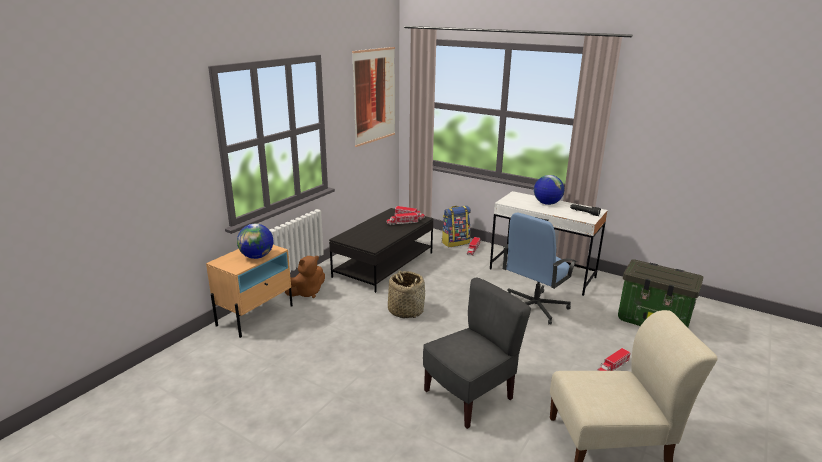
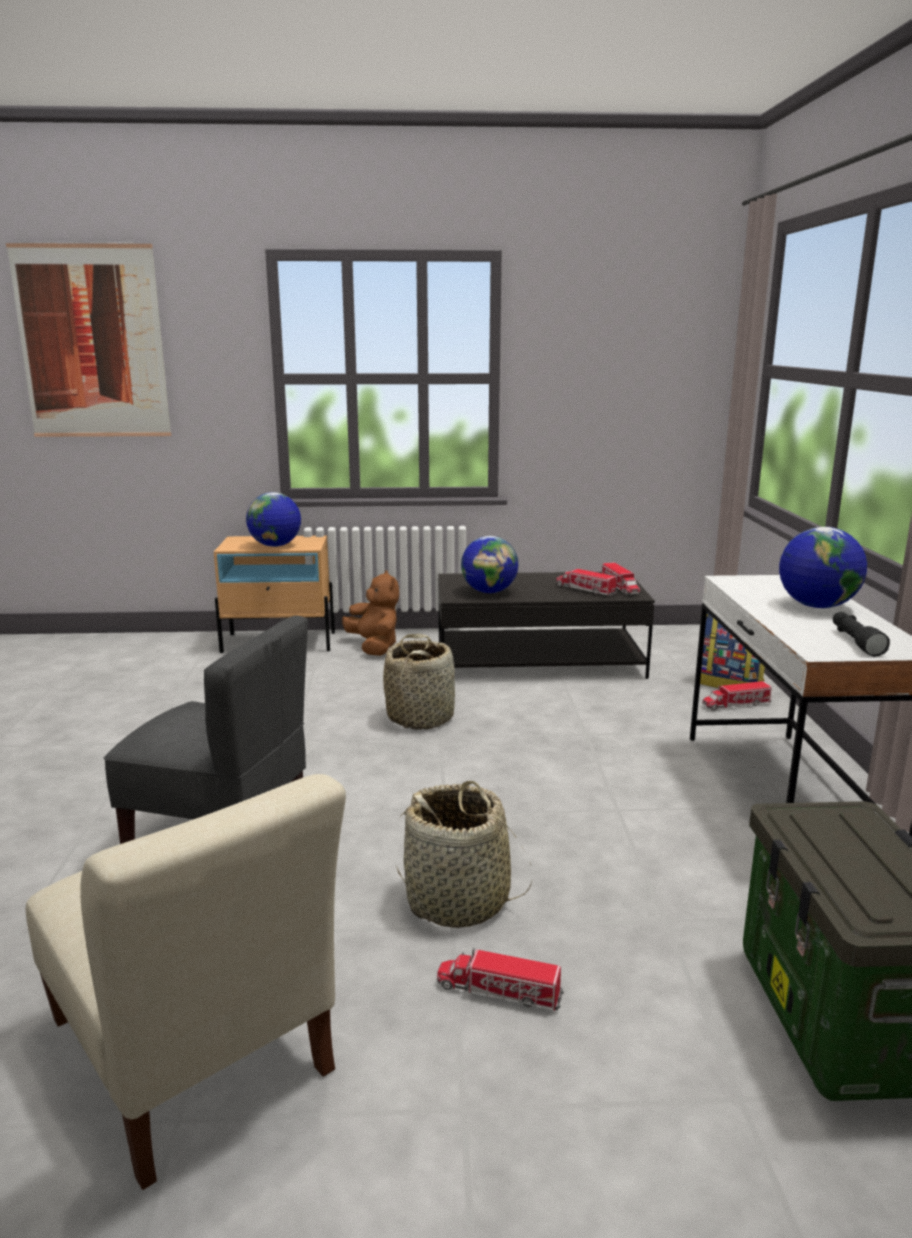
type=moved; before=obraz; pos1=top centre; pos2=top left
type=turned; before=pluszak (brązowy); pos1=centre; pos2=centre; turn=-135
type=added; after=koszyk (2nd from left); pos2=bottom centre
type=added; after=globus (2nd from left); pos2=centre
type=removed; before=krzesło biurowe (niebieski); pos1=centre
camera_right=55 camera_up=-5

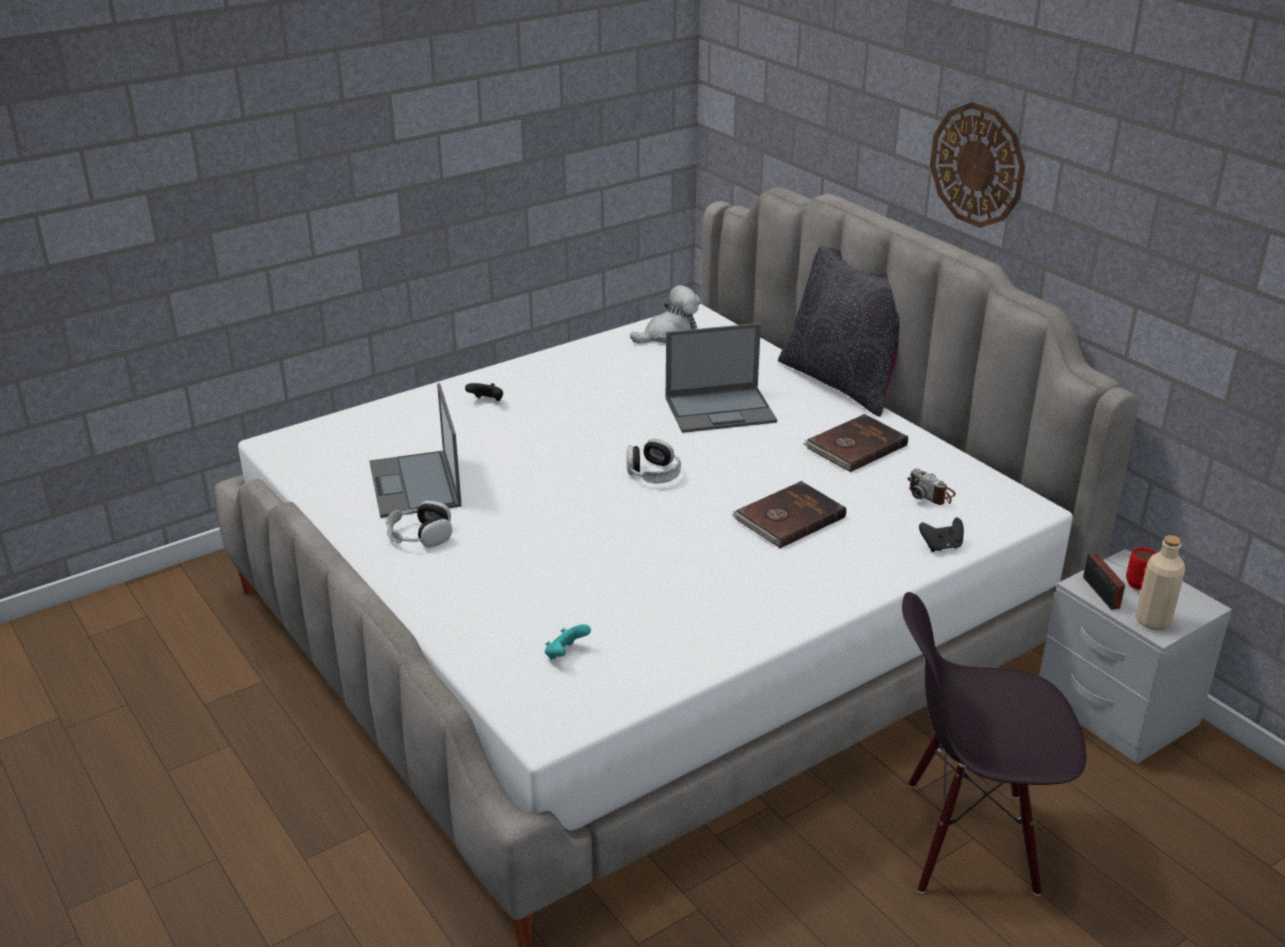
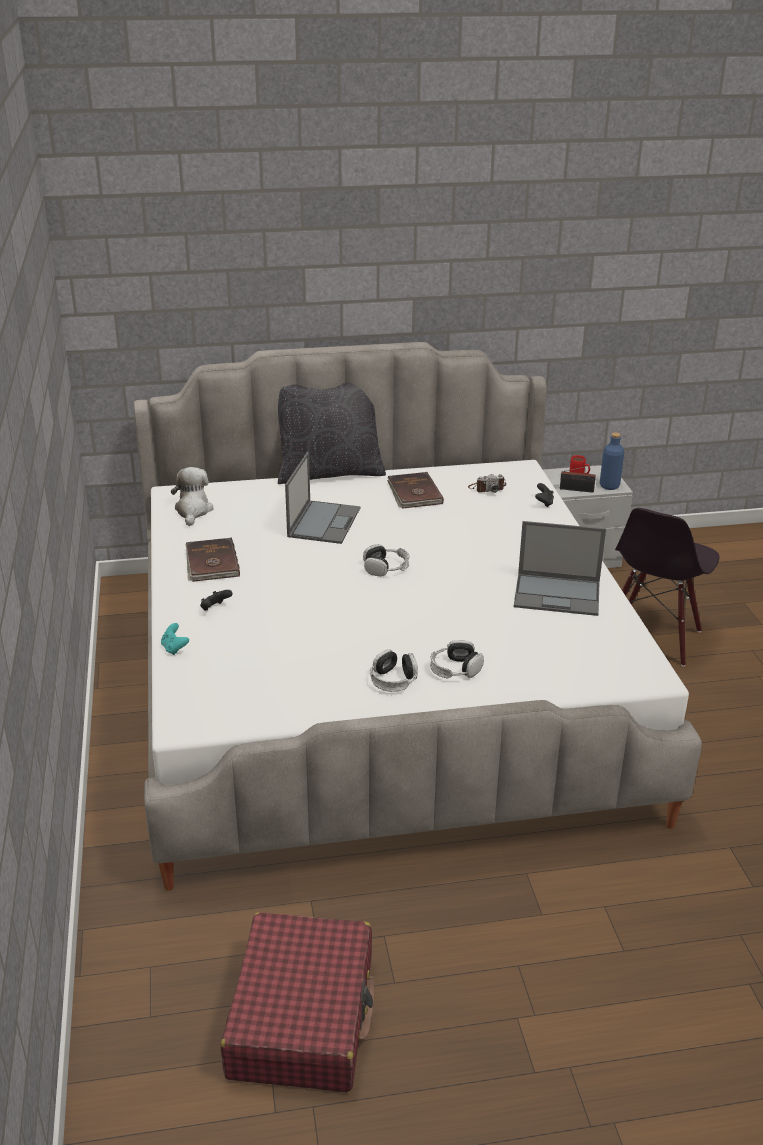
type=moved; before=pad do gier (turkusowy); pos1=bottom centre; pos2=middle left
type=moved; before=książka (brązowy) (1st from left); pos1=centre; pos2=middle left
type=added; after=walizka (czerwony); pos2=bottom centre
type=added; after=słuchawki (3rd from left); pos2=centre
type=moved; before=laptop (1st from left in the first image); after=laptop (2nd from left); pos1=middle left; pos2=middle right
type=recoloured; before=butelka (beżowy); after=butelka (niebieski); pos1=middle right; pos2=middle right
type=removed; before=zegar ścienny; pos1=top right
camera_right=-65 camera_up=0

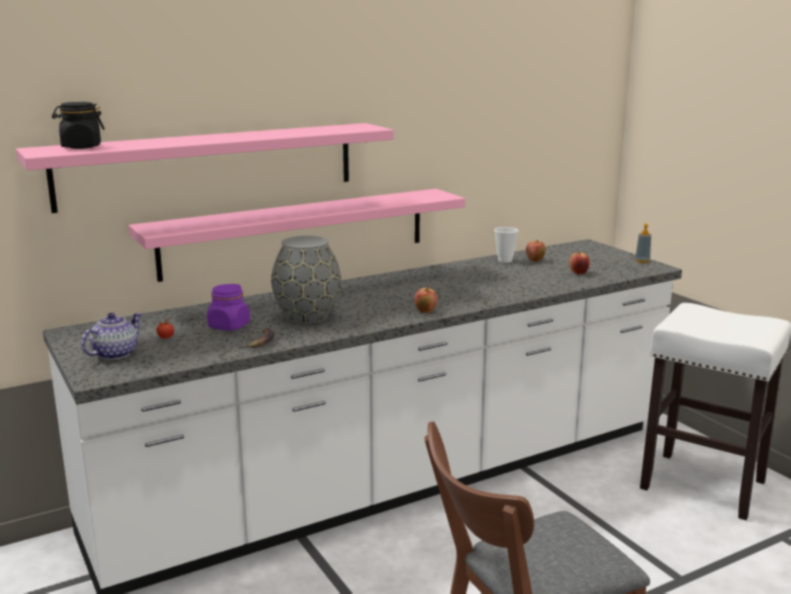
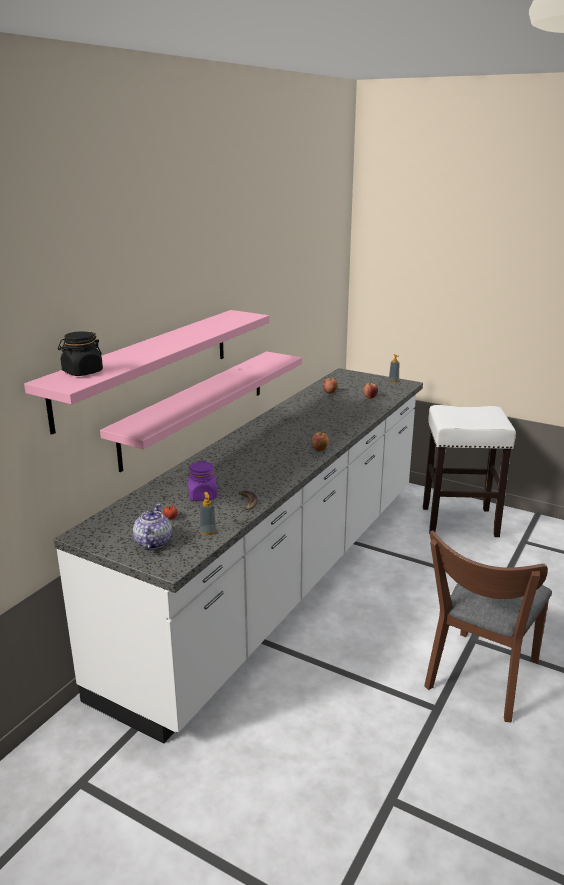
type=added; after=dozownik mydła (1st from left); pos2=centre
type=removed; before=wazon (szary); pos1=centre
type=removed; before=filiżanka; pos1=centre
camera_right=-30 camera_up=5

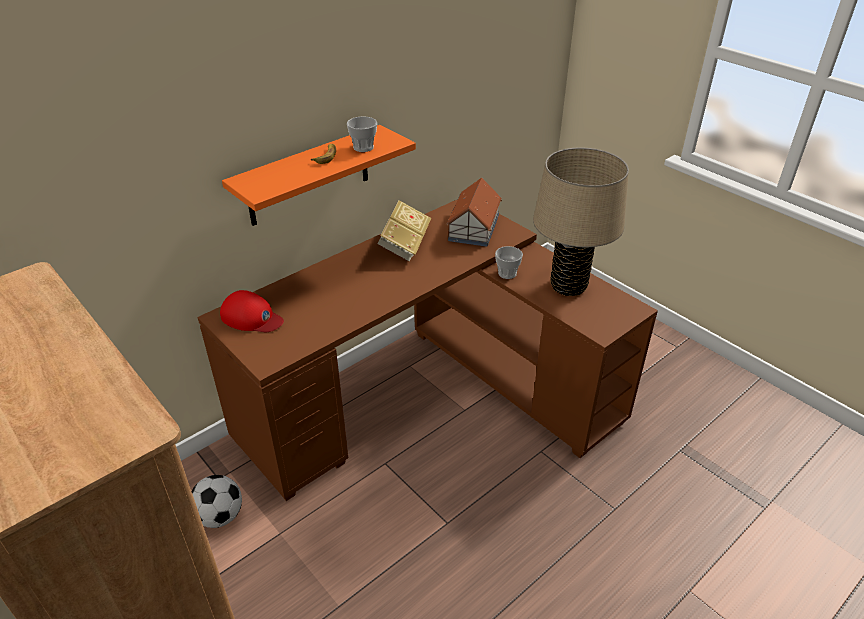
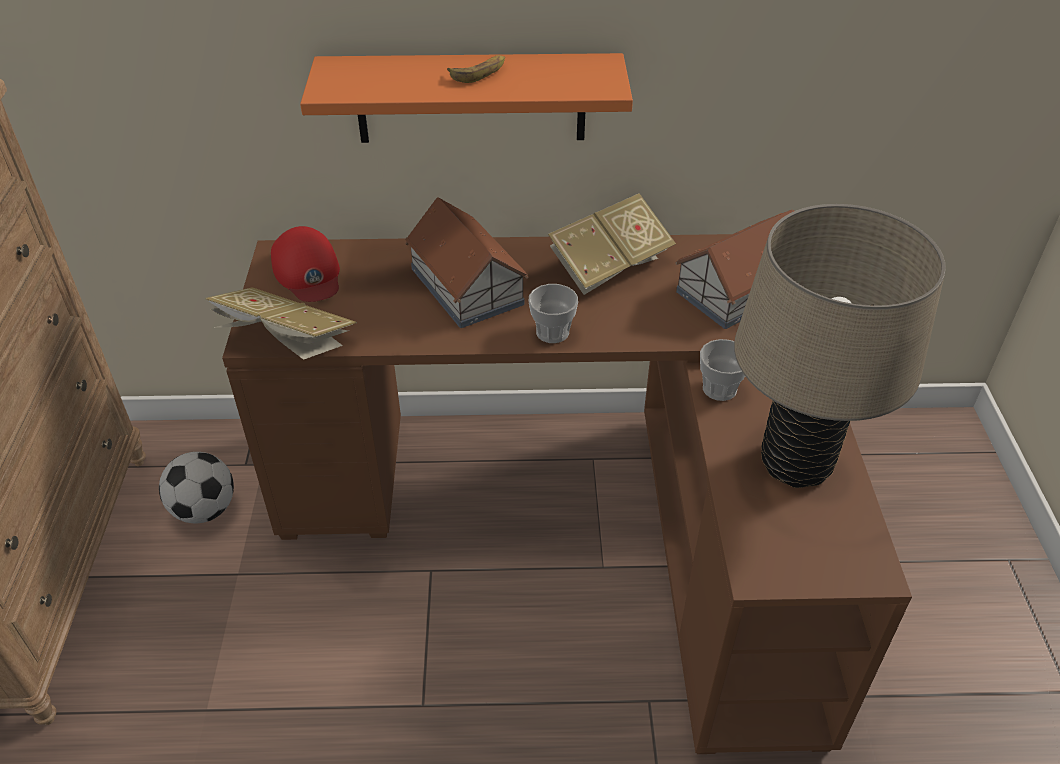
type=added; after=książka (1st from left); pos2=middle left
type=added; after=domek (1st from left); pos2=centre
type=moved; before=filiżanka (1st from left); pos1=top centre; pos2=centre
camera_right=40 camera_up=5

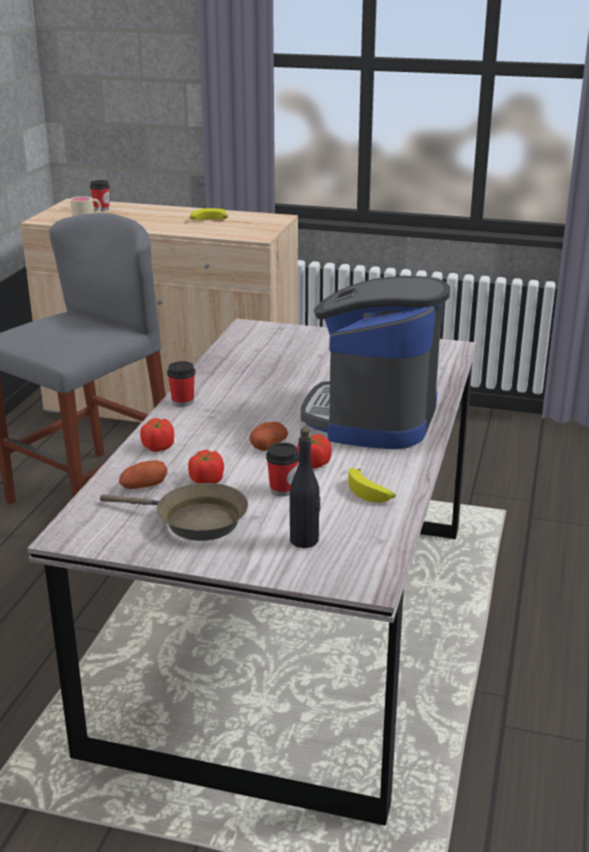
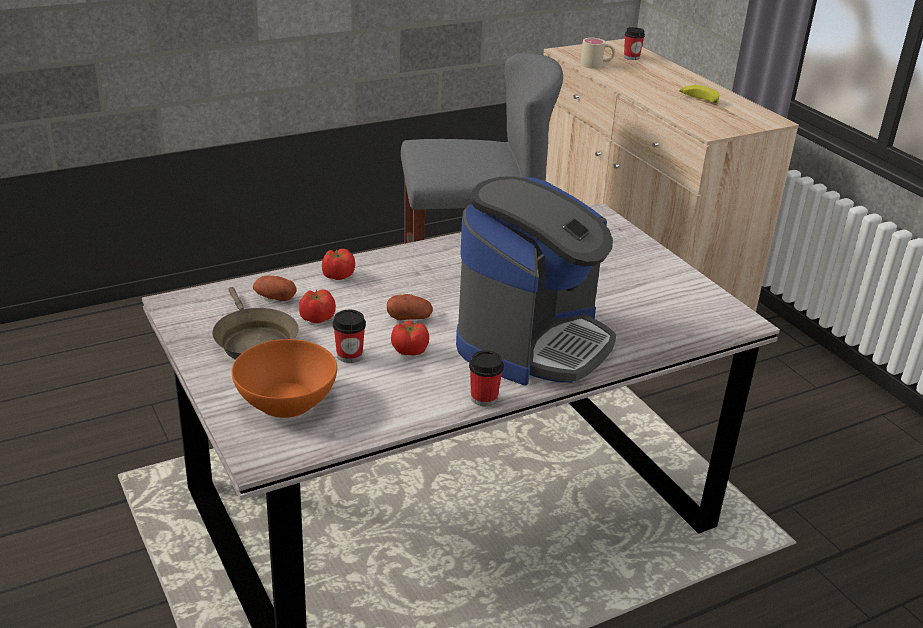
type=replaced; before=butelka (czarny); after=miska (pomarańczowy); pos1=centre; pos2=middle left
type=turned; before=ekspres do kawy; pos1=centre; pos2=centre; turn=150
type=moved; before=filiżanka (2nd from left); pos1=middle left; pos2=centre
type=removed; before=banan (2nd from left); pos1=centre
camera_right=45 camera_up=5

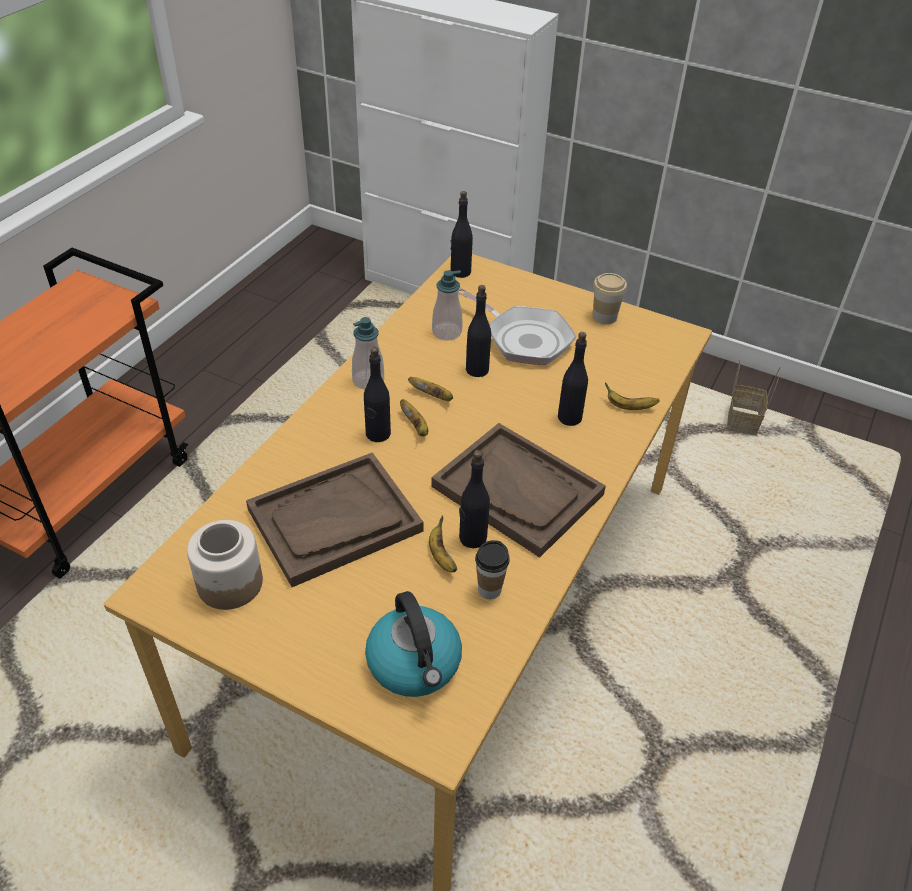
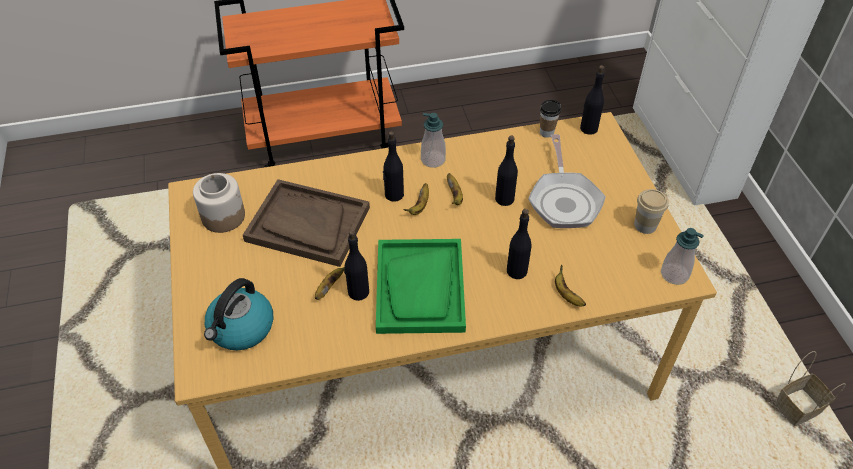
type=recoloured; before=taca (brązowy) (2nd from left); after=taca (zielony); pos1=centre; pos2=centre
type=moved; before=filiżanka (1st from left); pos1=centre; pos2=top centre
type=moved; before=dozownik mydła (2nd from left); pos1=centre; pos2=middle right
camera_right=50 camera_up=5

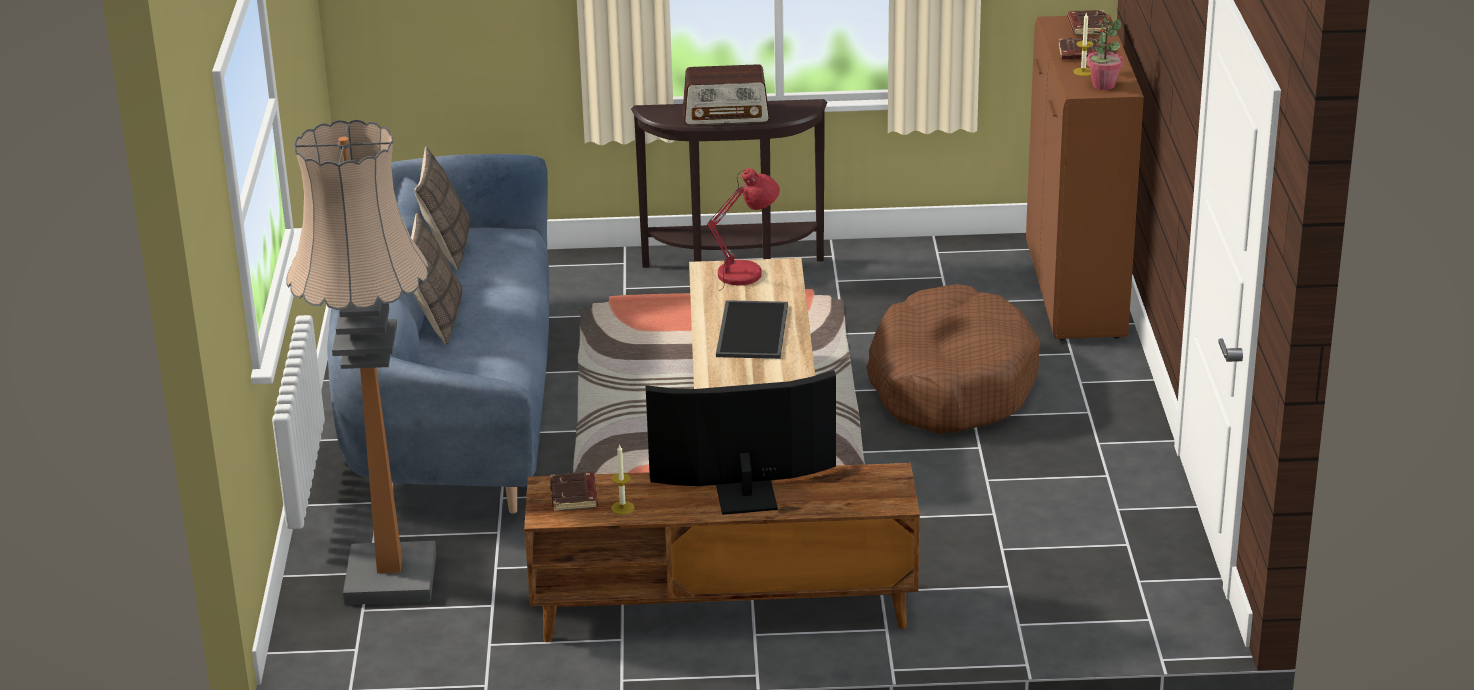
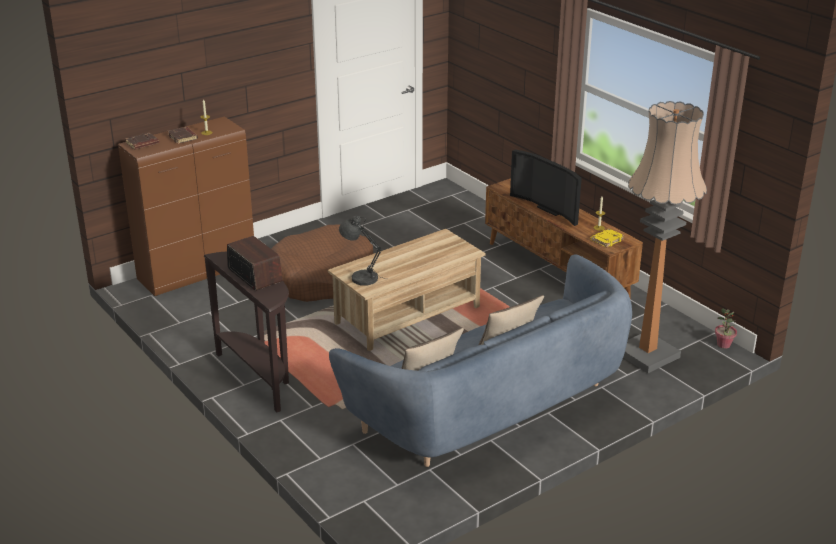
type=recoloured; before=lampa stołowa (czerwony); after=lampa stołowa (szary); pos1=top centre; pos2=centre
type=recoloured; before=książka (brązowy) (1st from left); after=książka (żółty); pos1=bottom centre; pos2=middle right
type=moved; before=roślina doniczkowa; pos1=top right; pos2=middle right
type=removed; before=taca; pos1=centre
camera_right=-125 camera_up=0

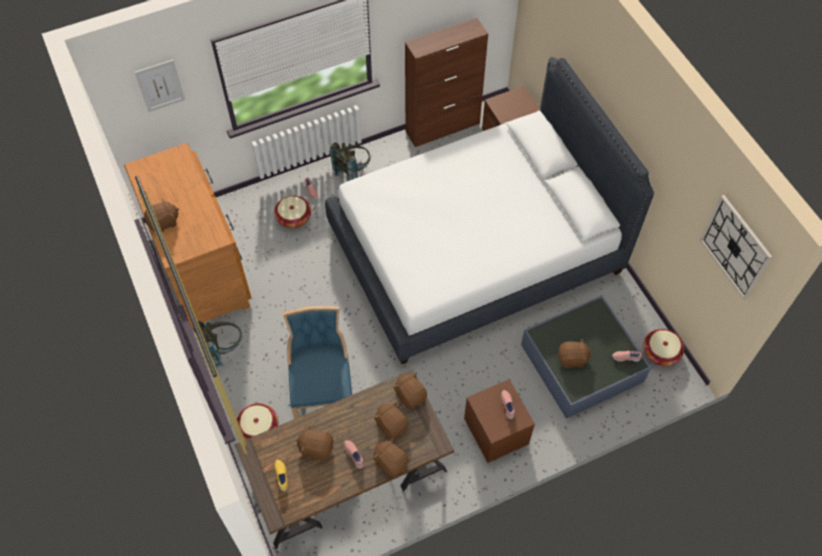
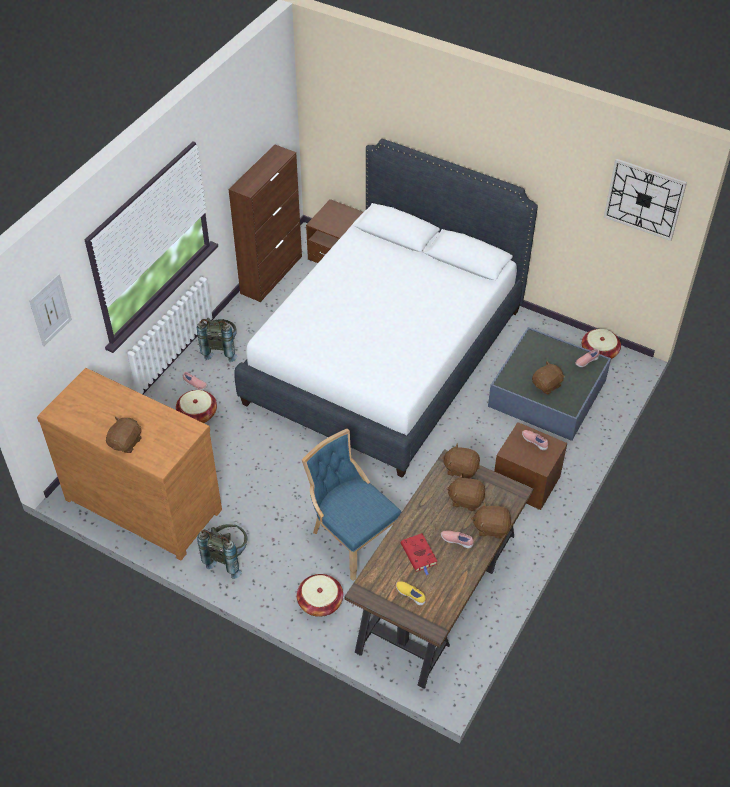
type=replaced; before=pluszak (brązowy) (2nd from left); after=książka (czerwony); pos1=bottom centre; pos2=bottom centre
camera_right=-35 camera_up=-10

